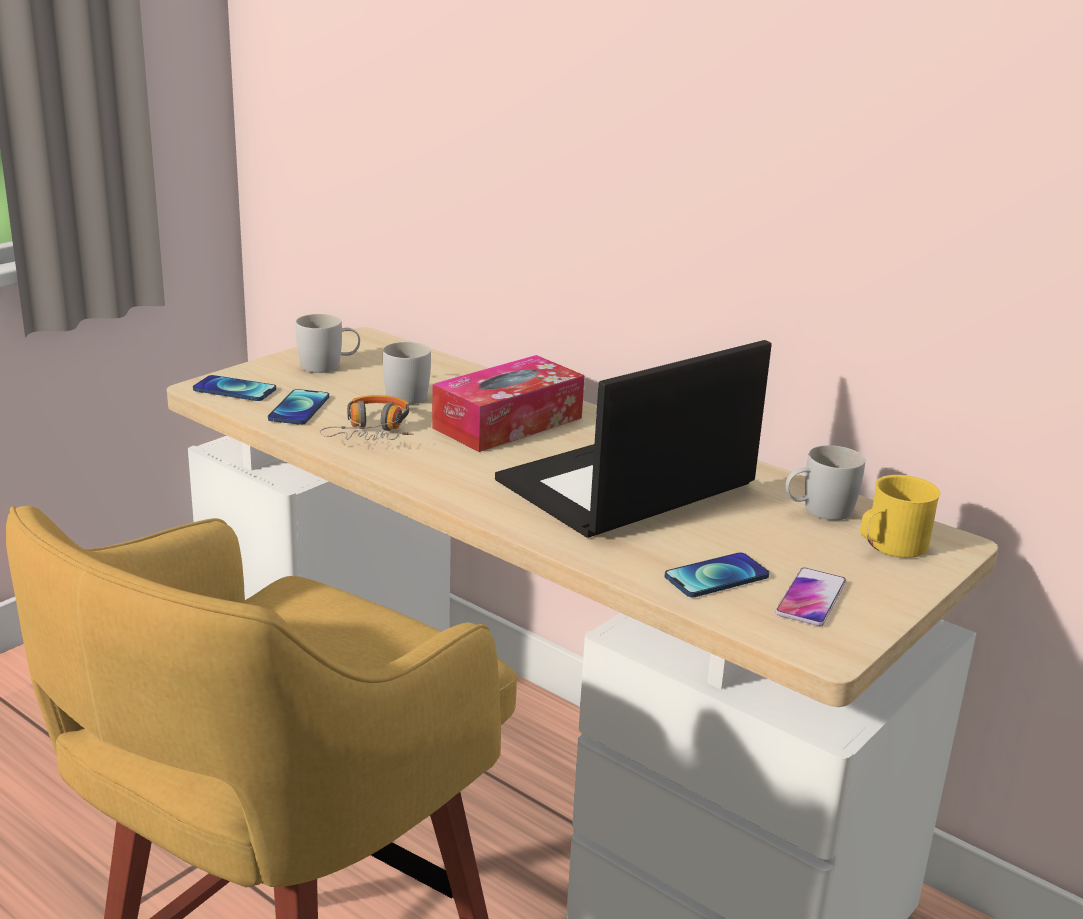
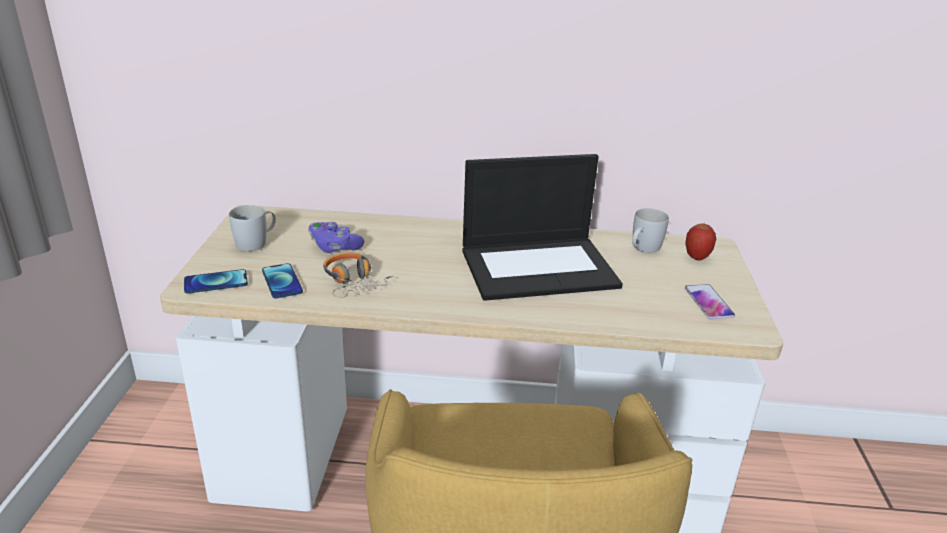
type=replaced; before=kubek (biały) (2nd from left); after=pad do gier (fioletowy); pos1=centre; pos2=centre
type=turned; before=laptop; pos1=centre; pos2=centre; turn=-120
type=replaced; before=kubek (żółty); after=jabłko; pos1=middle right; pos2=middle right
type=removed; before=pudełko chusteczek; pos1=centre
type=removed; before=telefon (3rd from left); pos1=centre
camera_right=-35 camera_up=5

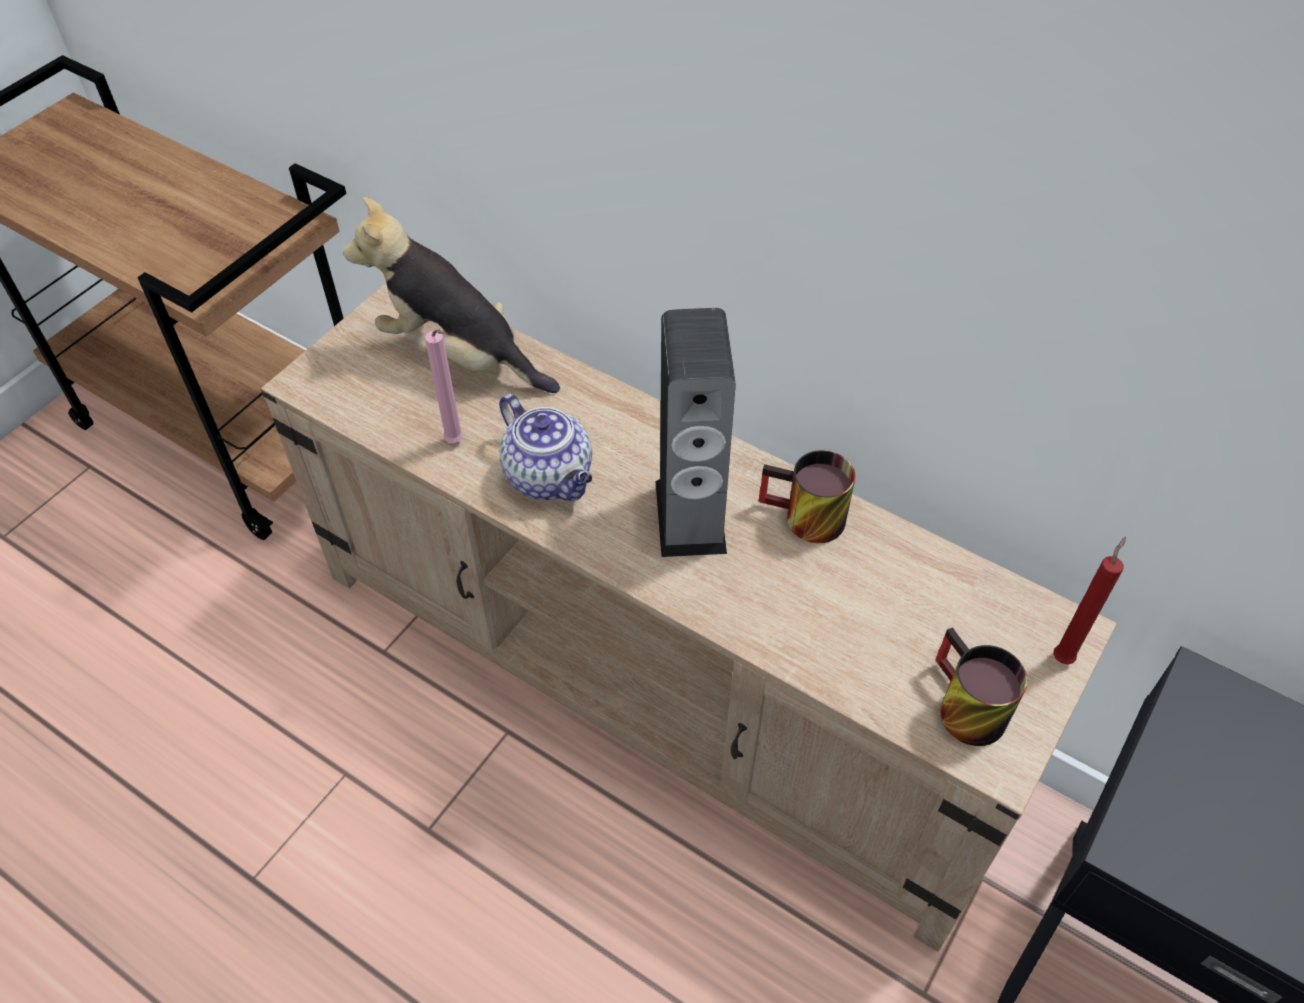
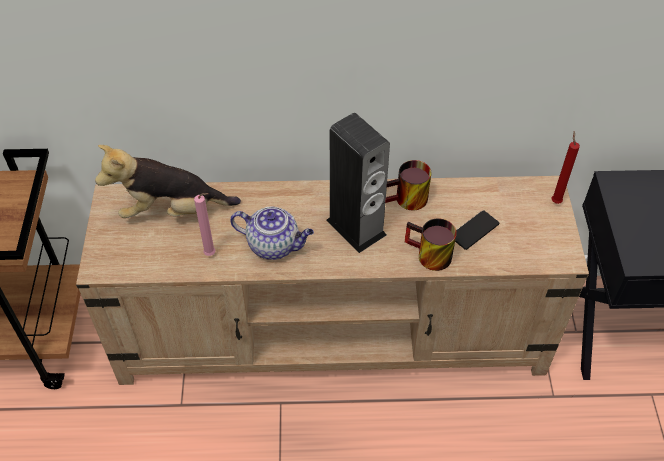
type=moved; before=kubek (2nd from left); pos1=bottom right; pos2=centre
type=added; after=telefon; pos2=middle right
camera_right=-35 camera_up=0

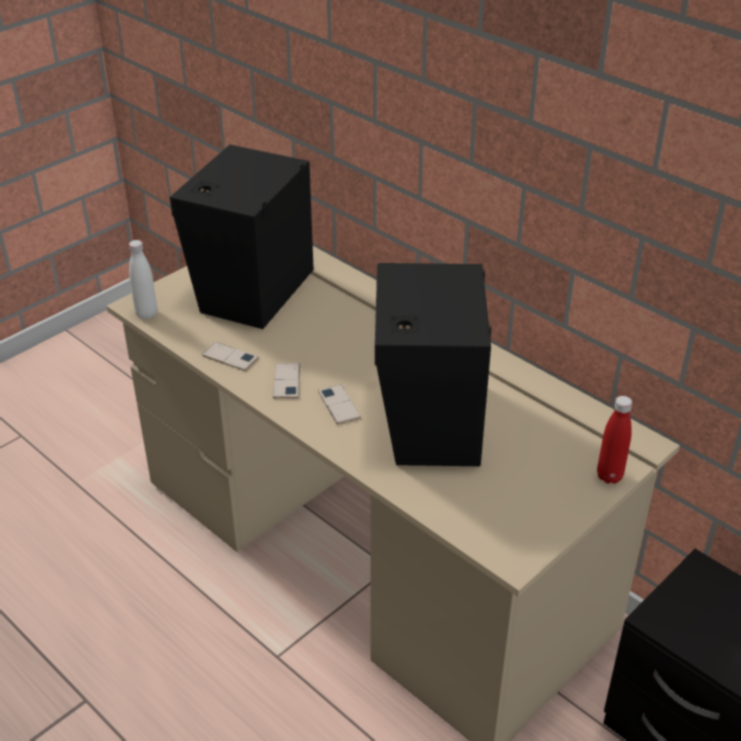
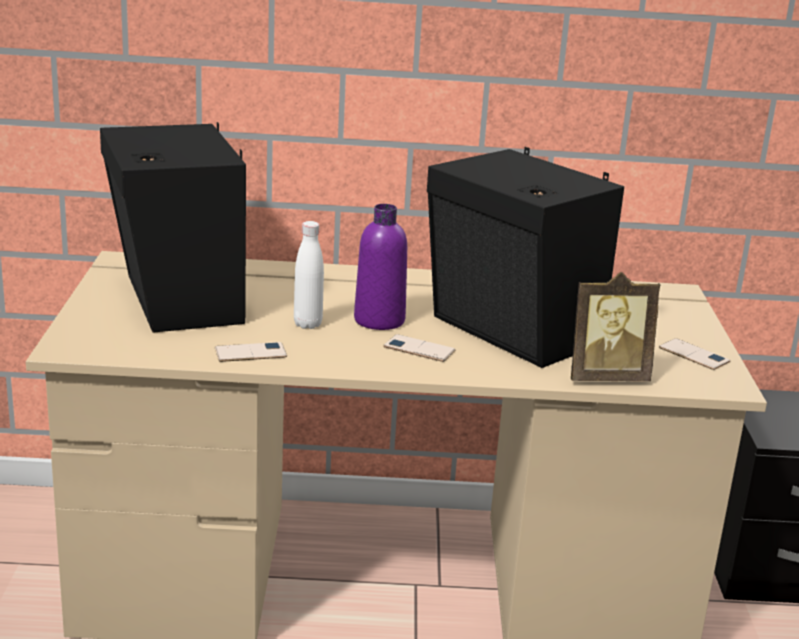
type=moved; before=butelka (biały); pos1=middle left; pos2=centre
type=added; after=butelka (fioletowy); pos2=centre
type=added; after=ramka na zdjęcie; pos2=middle right
type=moved; before=telefon (2nd from left in the first image); after=telefon (3rd from left); pos1=centre; pos2=middle right
type=removed; before=butelka (czerwony); pos1=middle right
camera_right=-45 camera_up=-15

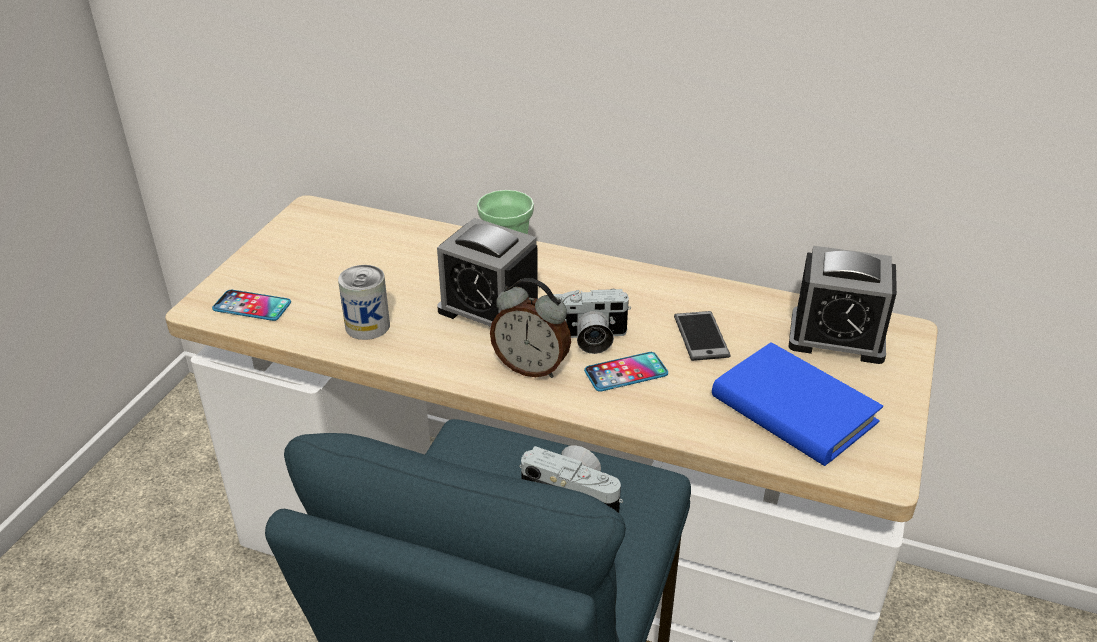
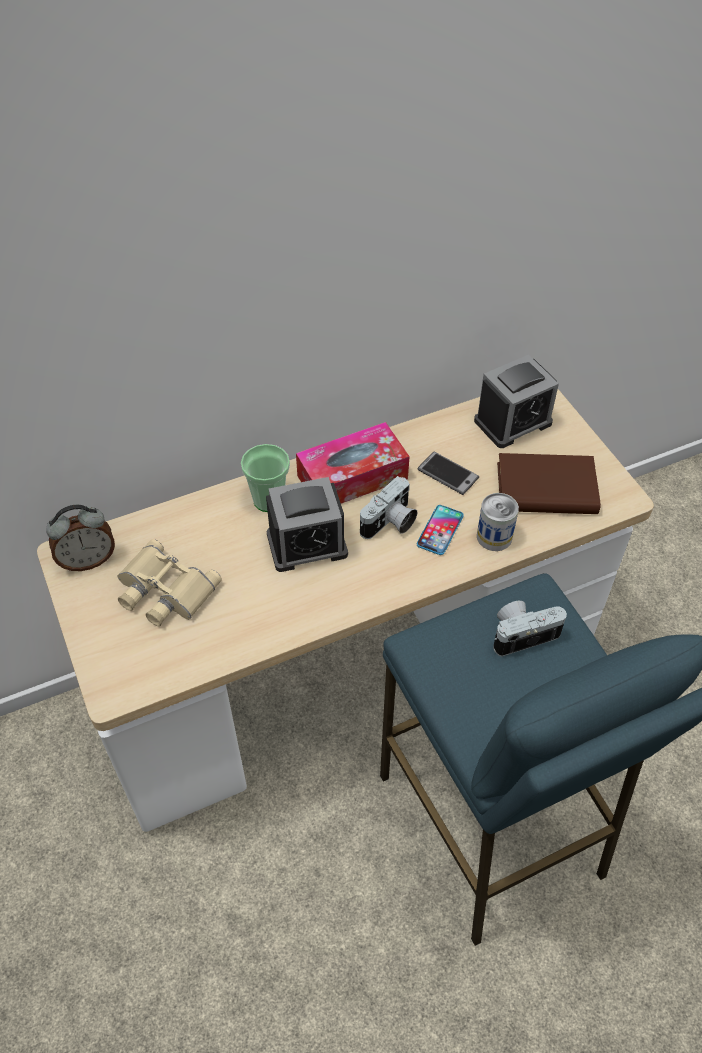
type=moved; before=budzik (2nd from left in the first image); after=budzik (1st from left); pos1=centre; pos2=middle left
type=added; after=lornetka (beżowy); pos2=middle left
type=added; after=pudełko chusteczek; pos2=centre
type=moved; before=puszka; pos1=middle left; pos2=middle right
type=recoloured; before=książka (niebieski); after=książka (brązowy); pos1=middle right; pos2=middle right
type=removed; before=telefon (1st from left); pos1=middle left
camera_right=-45 camera_up=15

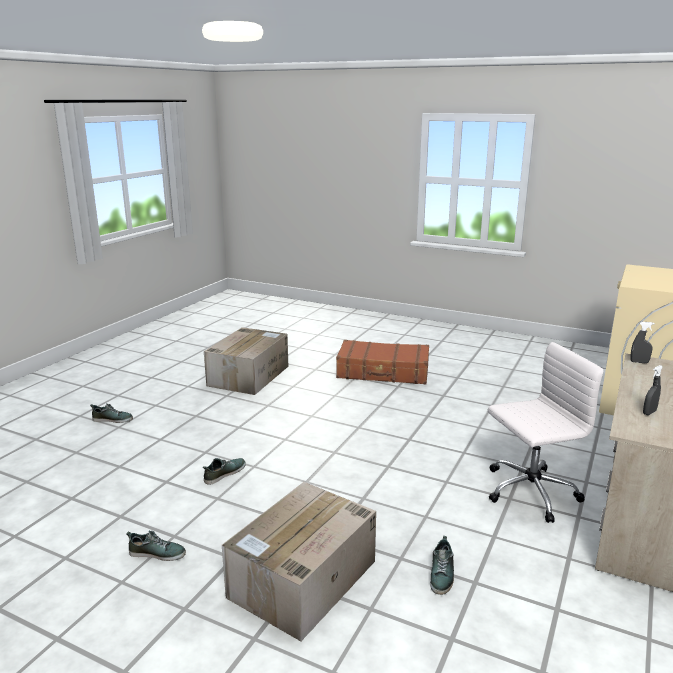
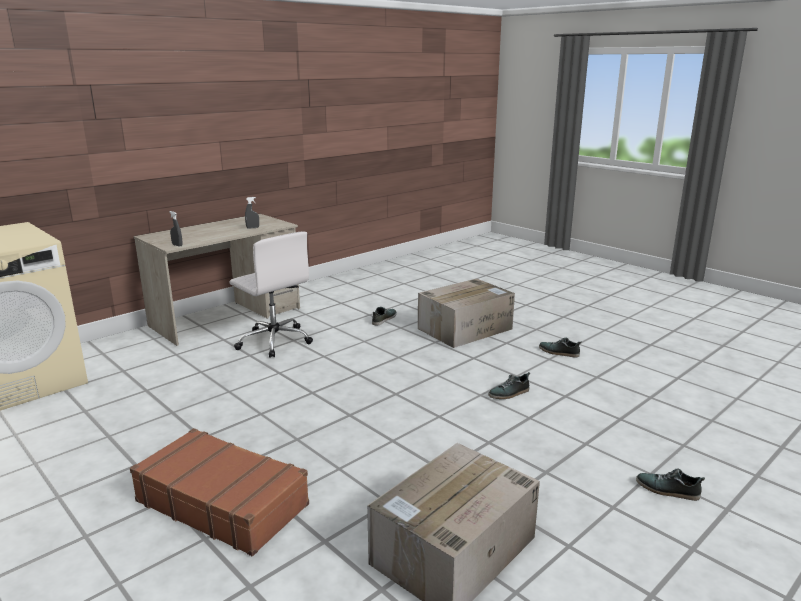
type=turned; before=krzesło biurowe (biały); pos1=middle right; pos2=centre; turn=-135
camera_right=-160 camera_up=0

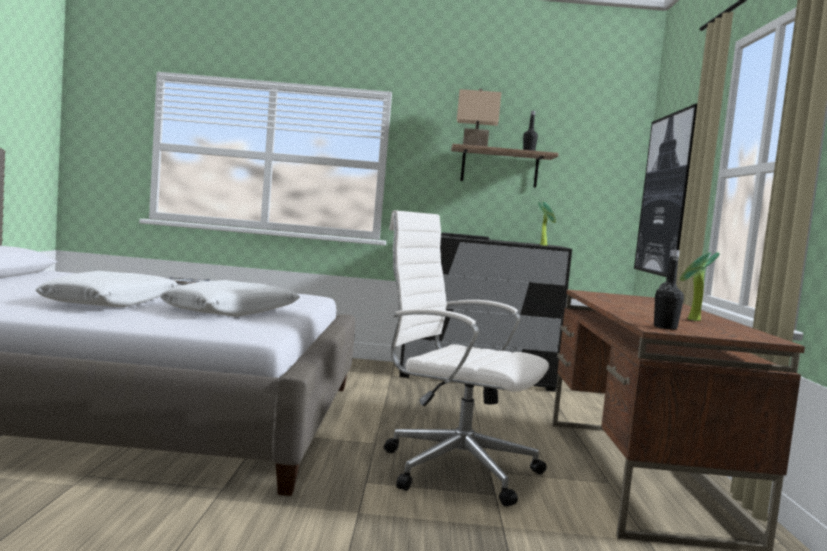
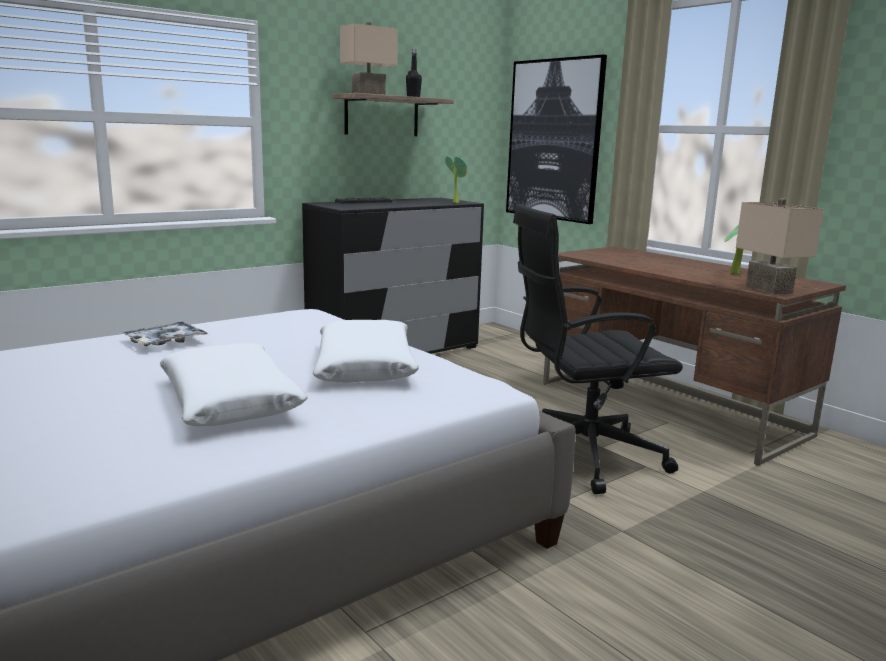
type=recoloured; before=krzesło biurowe (biały); after=krzesło biurowe (czarny); pos1=centre; pos2=middle right
type=replaced; before=butelka (czarny) (2nd from left); after=lampa stołowa (beżowy) (2nd from left); pos1=middle right; pos2=middle right
camera_right=-40 camera_up=10

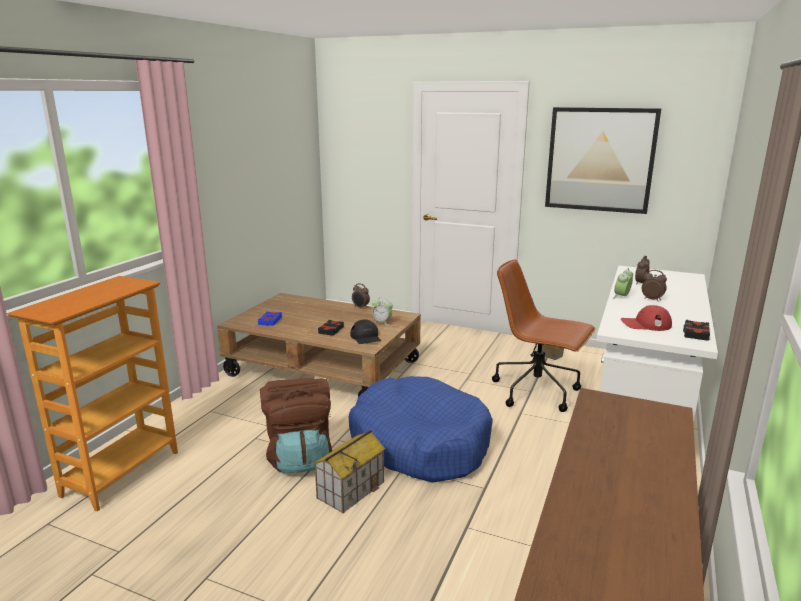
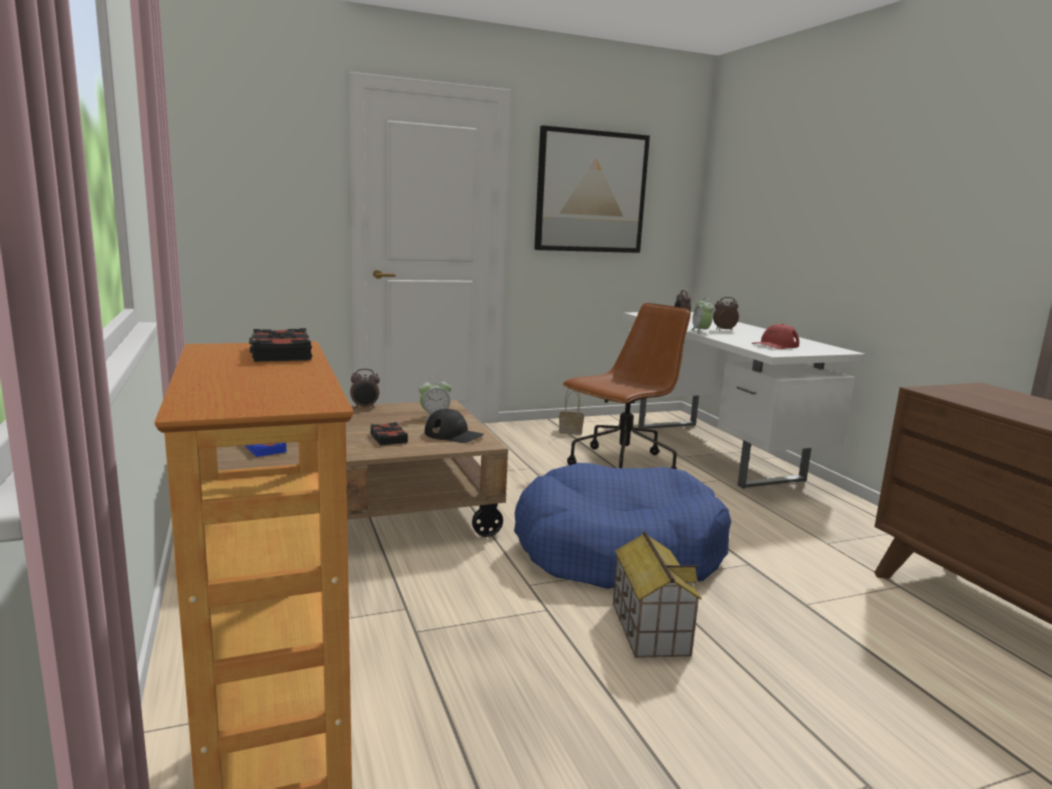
type=moved; before=książka (czarny) (2nd from left in the first image); after=książka (czarny) (1st from left); pos1=middle right; pos2=middle left
type=turned; before=krzesło biurowe (brązowy); pos1=middle right; pos2=centre; turn=150
type=removed; before=plecak (brązowy); pos1=bottom centre
camera_right=-45 camera_up=-5

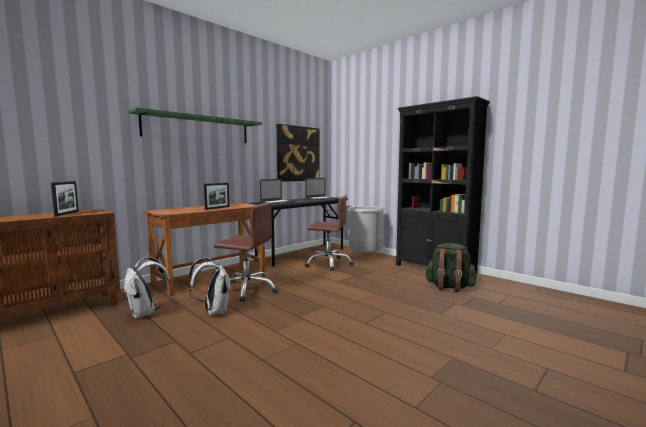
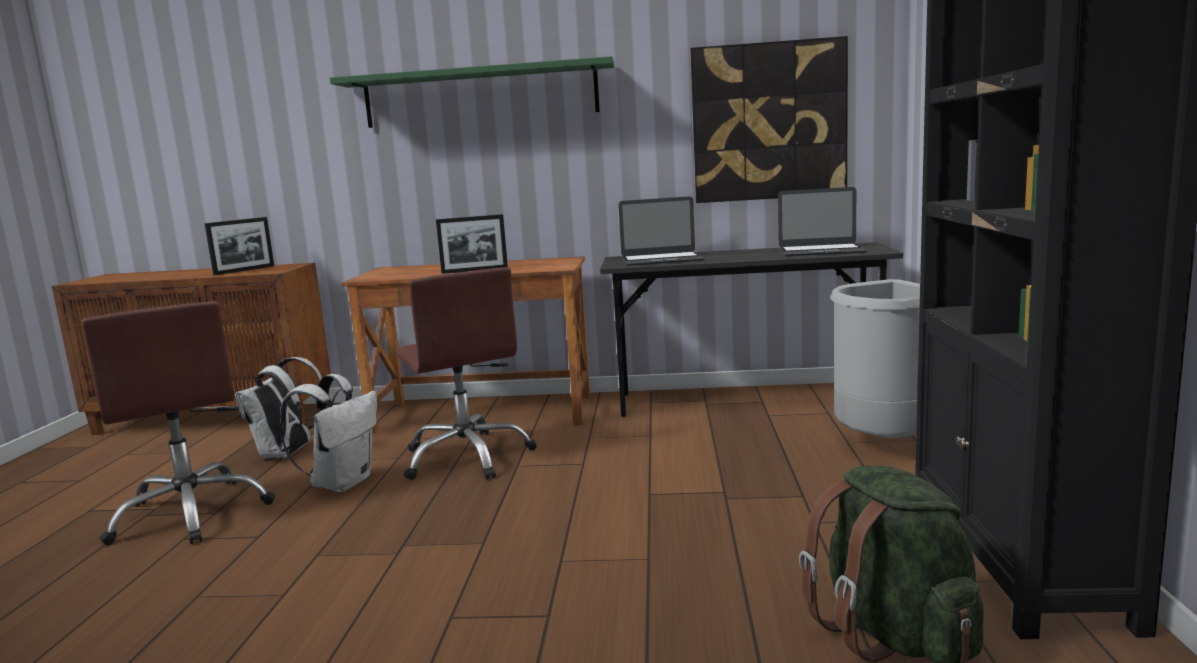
type=moved; before=krzesło biurowe (brązowy) (2nd from left in the first image); after=krzesło biurowe (brązowy) (1st from left); pos1=centre; pos2=middle left
camera_right=50 camera_up=5

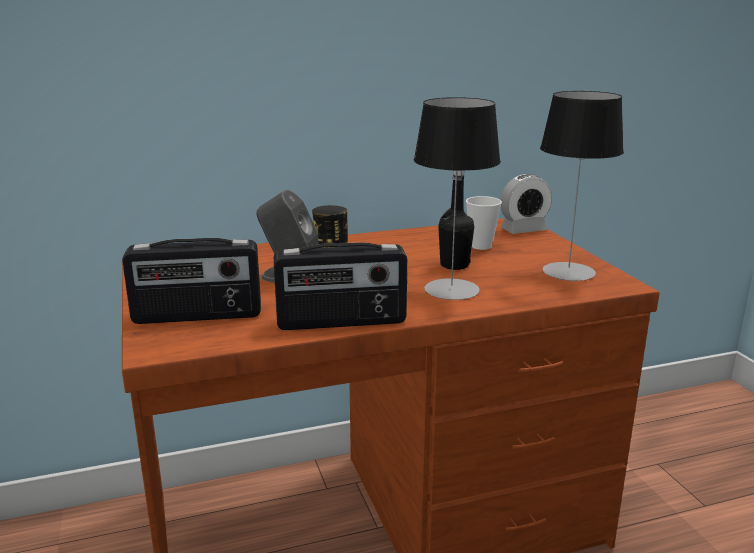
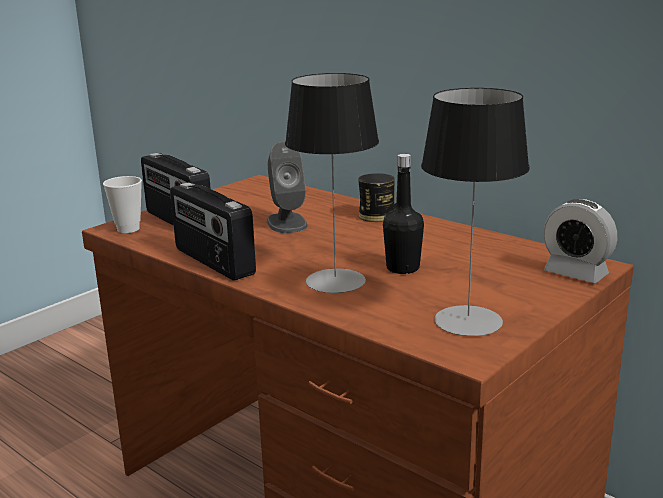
type=moved; before=filiżanka; pos1=centre; pos2=middle left
camera_right=60 camera_up=0

